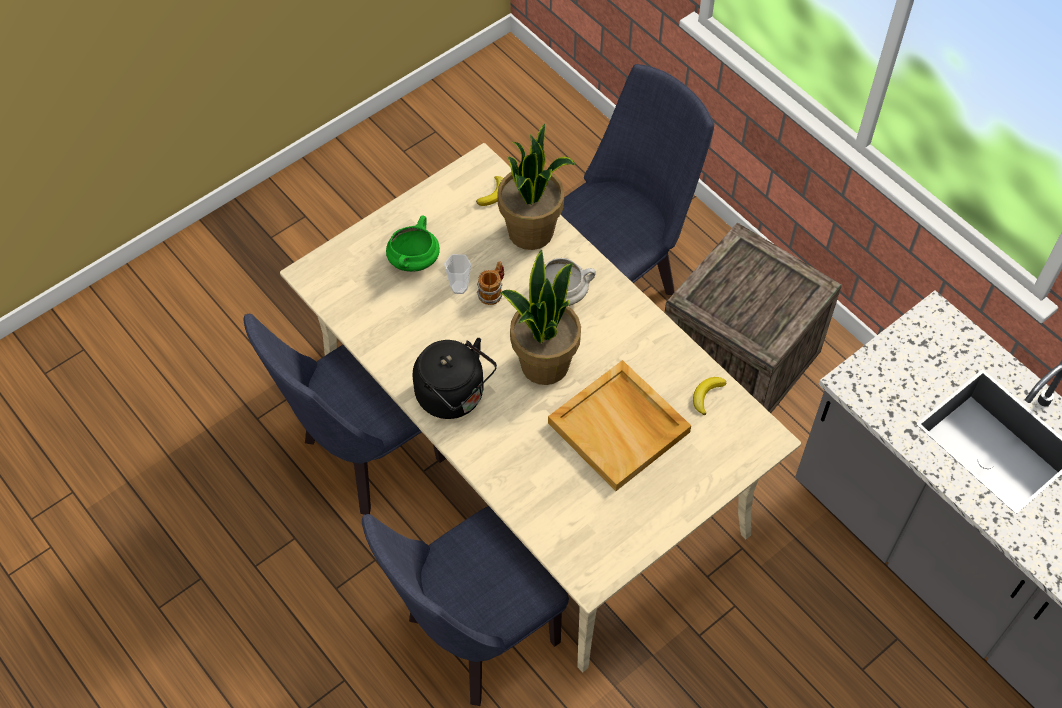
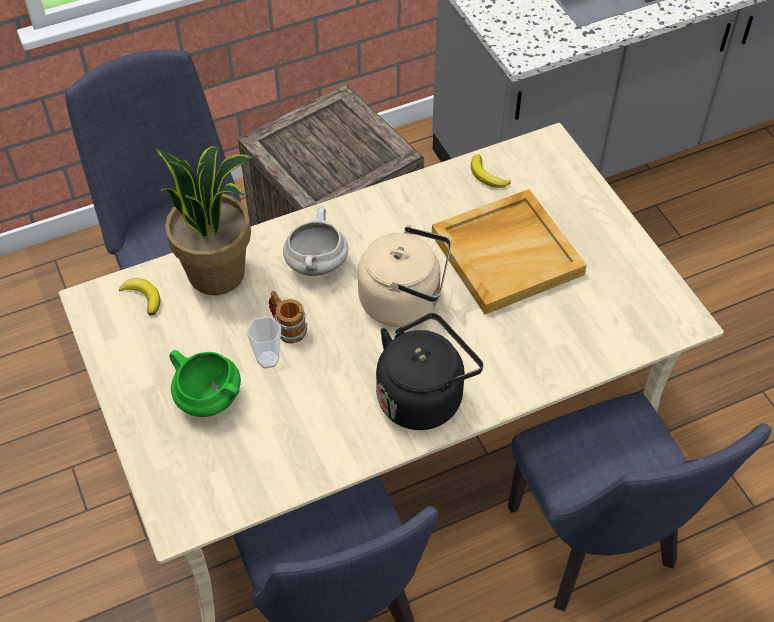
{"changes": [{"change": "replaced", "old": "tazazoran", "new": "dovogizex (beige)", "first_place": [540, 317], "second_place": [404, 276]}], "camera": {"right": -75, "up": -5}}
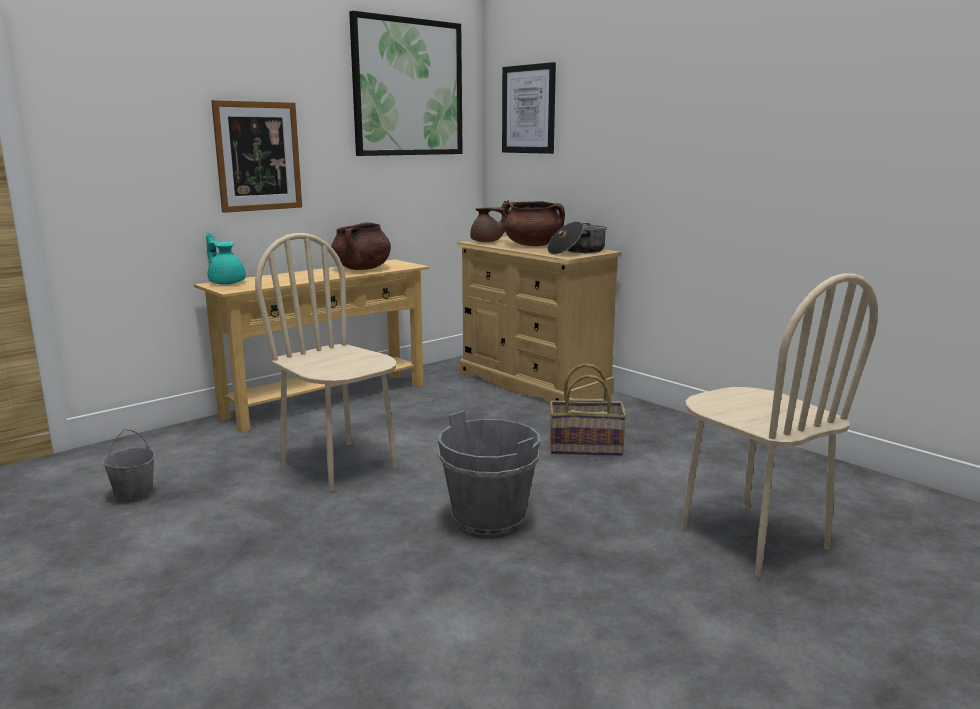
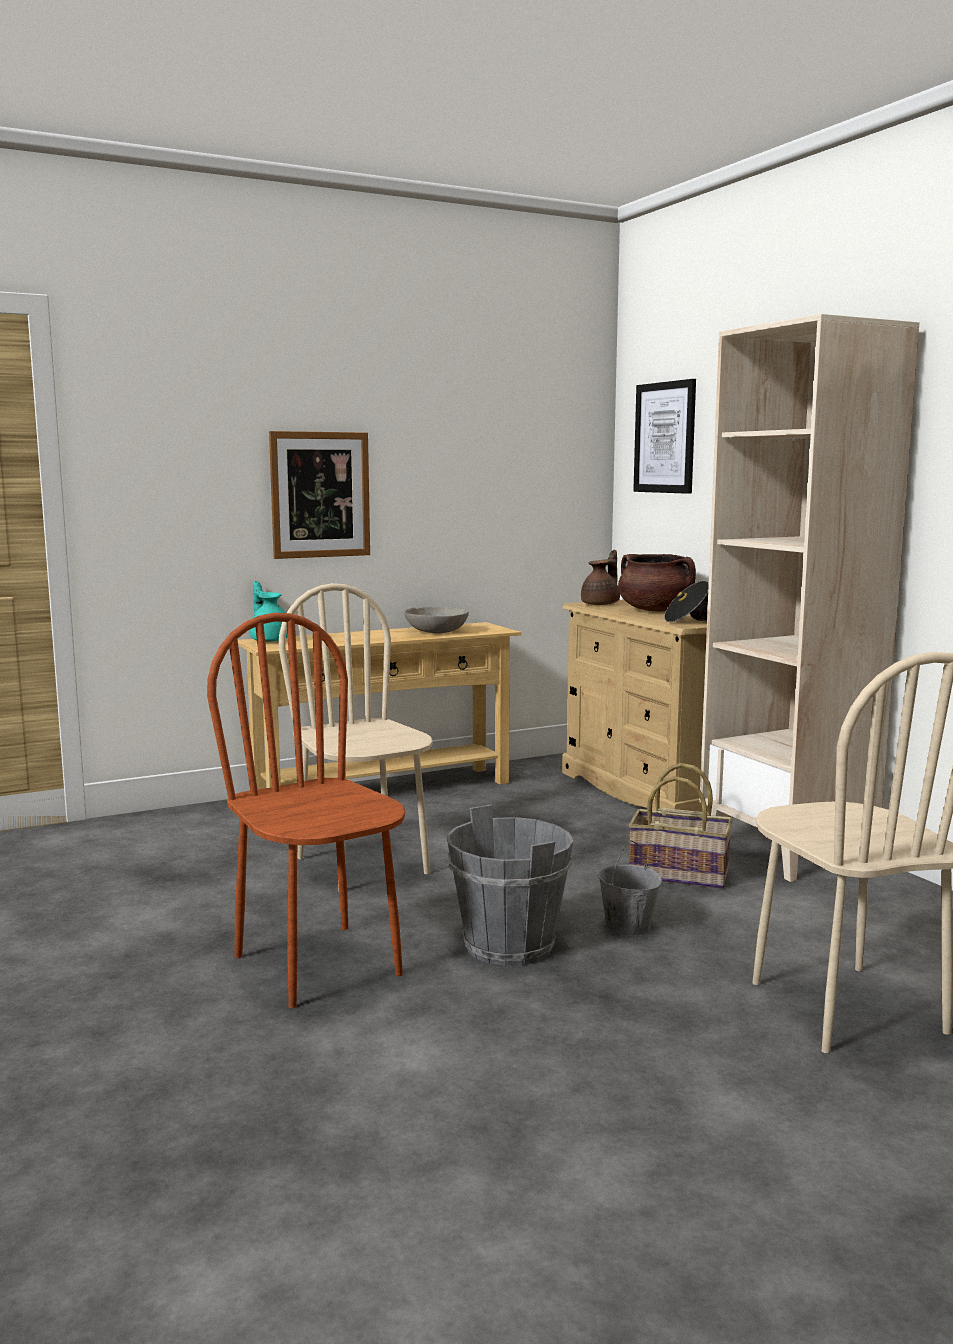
{"changes": [{"change": "removed", "old": "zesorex", "first_place": [406, 83]}, {"change": "added", "new": "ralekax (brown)", "second_place": [306, 810]}, {"change": "added", "new": "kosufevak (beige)", "second_place": [809, 598]}, {"change": "moved", "old": "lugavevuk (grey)", "first_place": [128, 466], "second_place": [630, 888]}, {"change": "replaced", "old": "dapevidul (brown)", "new": "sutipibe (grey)", "first_place": [361, 246], "second_place": [436, 620]}, {"change": "turned", "old": "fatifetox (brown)", "first_place": [489, 221], "second_place": [600, 577], "degrees": -75}], "camera": {"right": 15, "up": -5}}
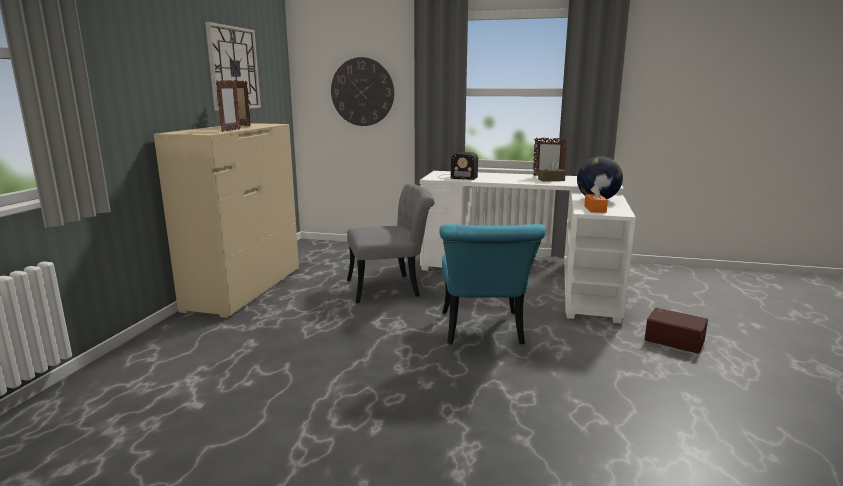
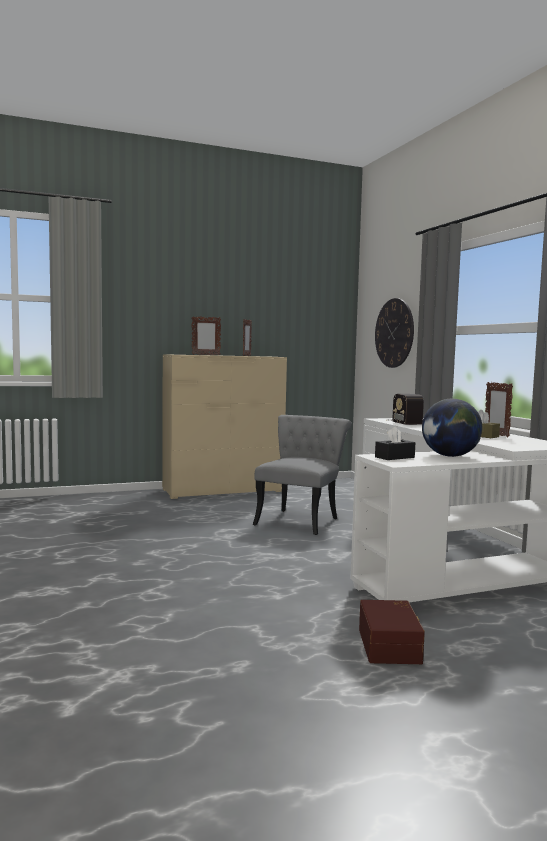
{"changes": [{"change": "removed", "old": "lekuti", "first_place": [233, 66]}, {"change": "removed", "old": "ralekax (turquoise)", "first_place": [492, 284]}, {"change": "recoloured", "old": "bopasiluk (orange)", "new": "bopasiluk (black)", "first_place": [596, 199], "second_place": [395, 443]}, {"change": "turned", "old": "ralekax (grey)", "first_place": [391, 243], "second_place": [302, 475], "degrees": -105}], "camera": {"right": 55, "up": -10}}
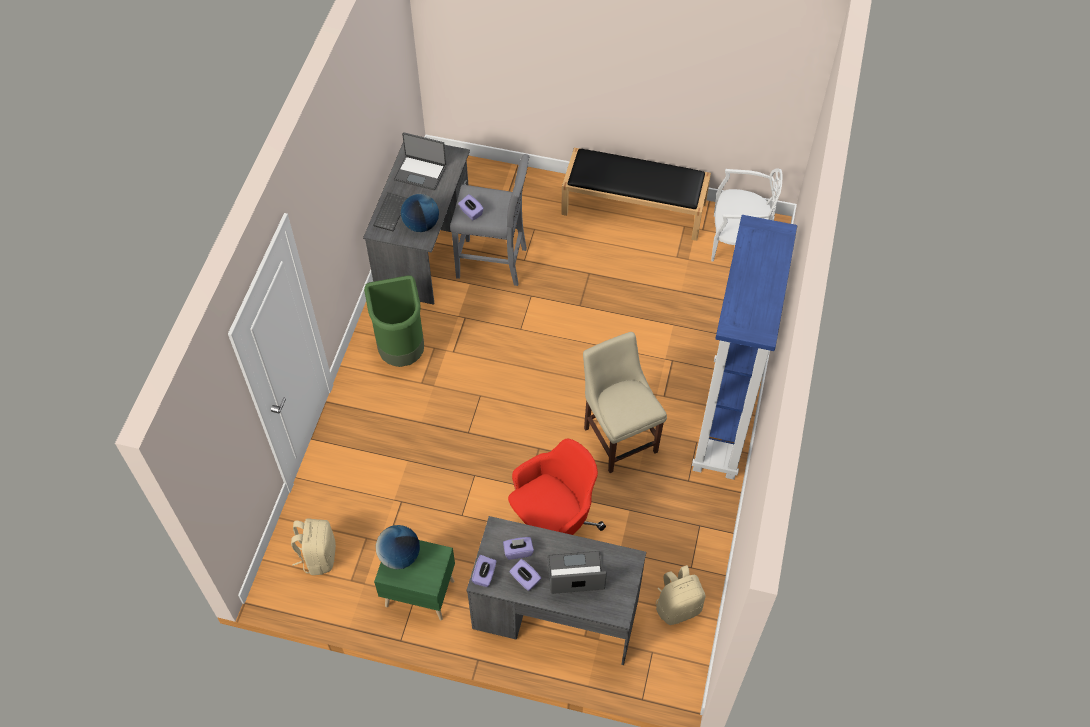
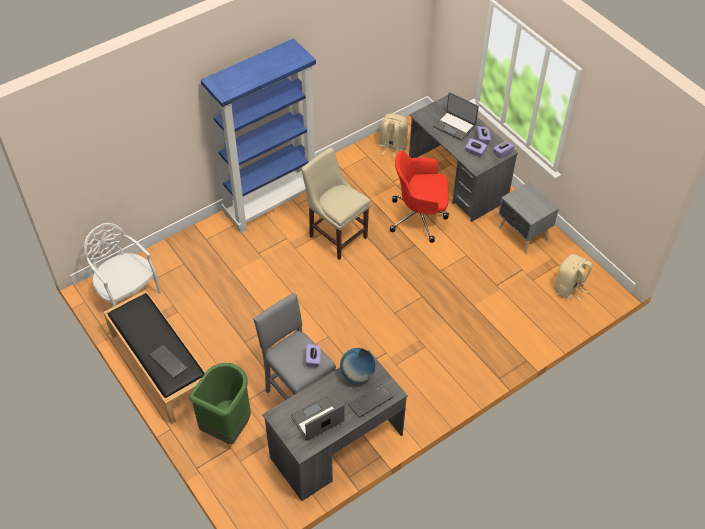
{"changes": [{"change": "removed", "old": "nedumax", "first_place": [398, 547]}, {"change": "added", "new": "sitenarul", "second_place": [168, 362]}, {"change": "moved", "old": "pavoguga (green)", "first_place": [394, 321], "second_place": [220, 403]}, {"change": "recoloured", "old": "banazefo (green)", "new": "banazefo (grey)", "first_place": [414, 580], "second_place": [529, 217]}, {"change": "turned", "old": "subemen", "first_place": [420, 161], "second_place": [317, 418], "degrees": -90}, {"change": "turned", "old": "ralekax (beige)", "first_place": [625, 402], "second_place": [336, 204], "degrees": 120}], "camera": {"right": -140, "up": -5}}
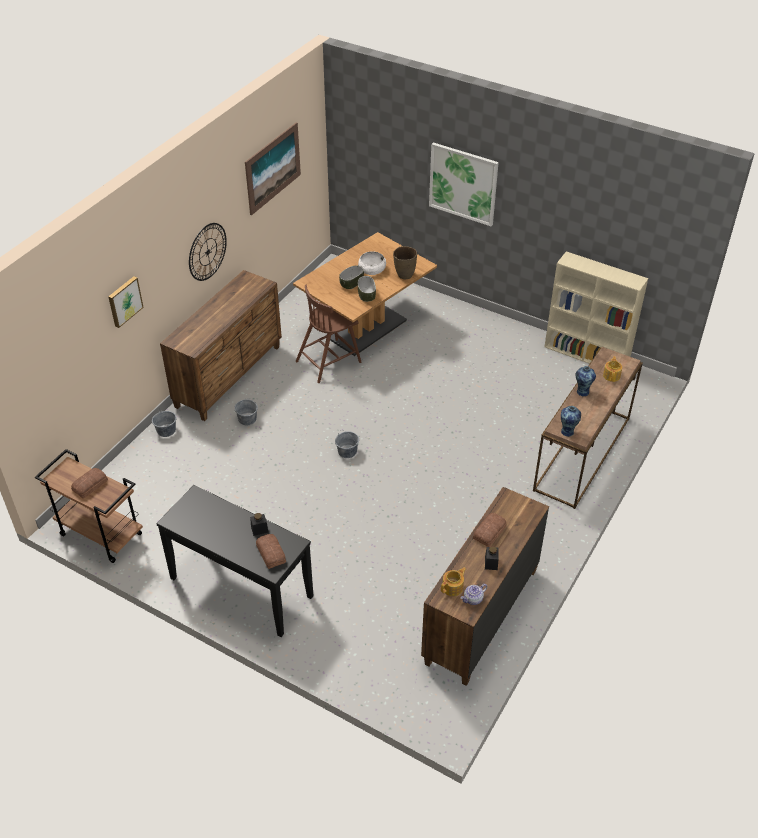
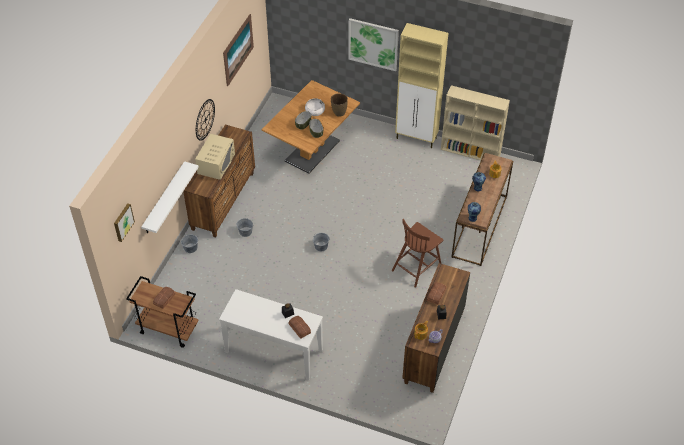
{"changes": [{"change": "added", "new": "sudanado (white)", "second_place": [170, 197]}, {"change": "added", "new": "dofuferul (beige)", "second_place": [215, 156]}, {"change": "added", "new": "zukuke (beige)", "second_place": [421, 85]}, {"change": "moved", "old": "zesorex", "first_place": [126, 302], "second_place": [124, 222]}, {"change": "moved", "old": "ralekax (brown)", "first_place": [328, 334], "second_place": [417, 253]}, {"change": "recoloured", "old": "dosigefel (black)", "new": "dosigefel (white)", "first_place": [235, 561], "second_place": [271, 334]}], "camera": {"right": -10, "up": 5}}
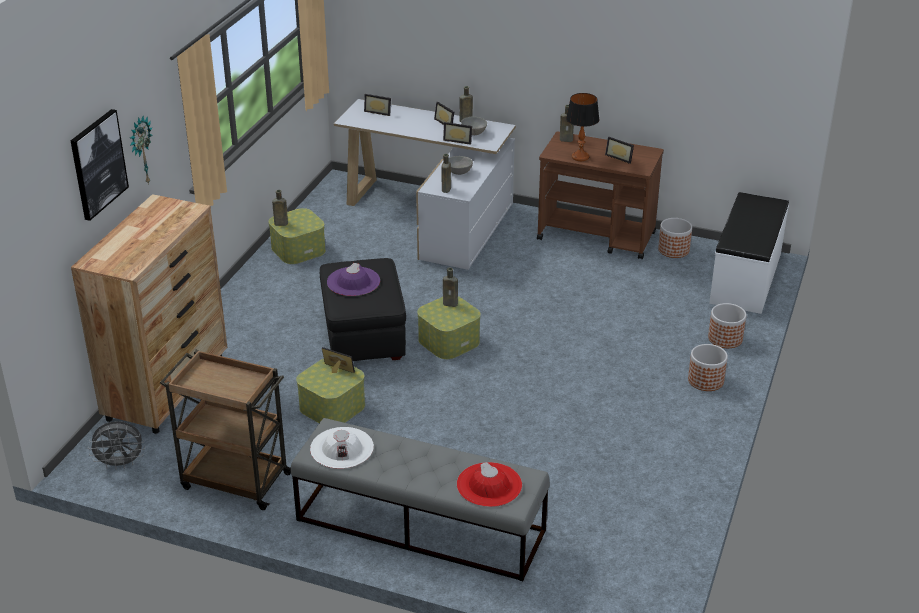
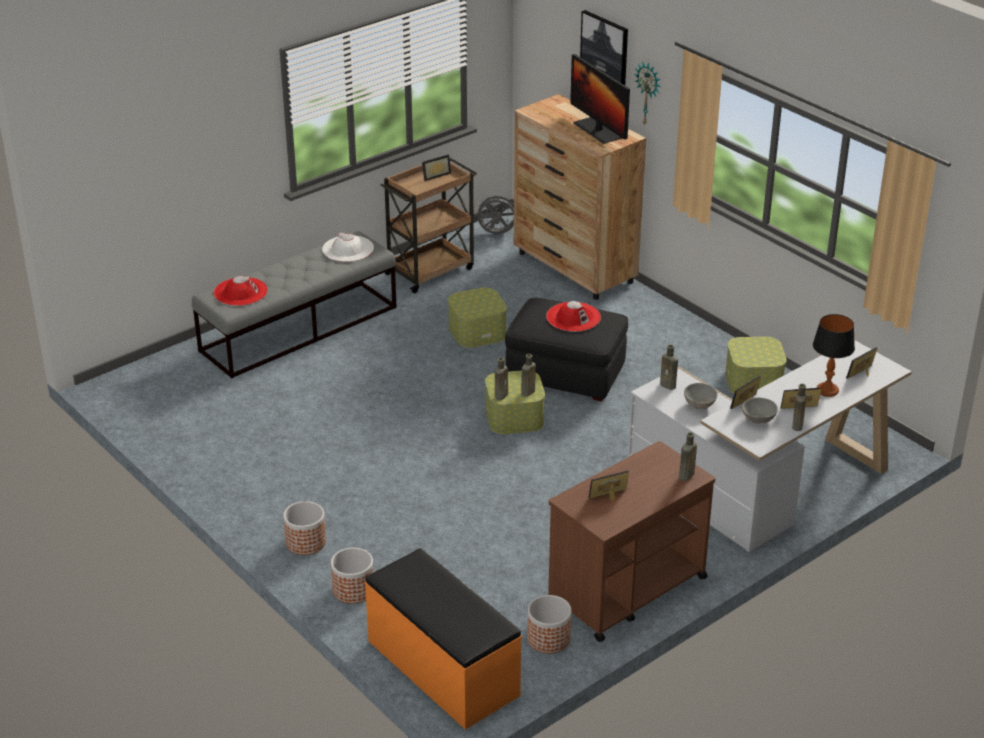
{"changes": [{"change": "added", "new": "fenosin", "second_place": [600, 99]}, {"change": "moved", "old": "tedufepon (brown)", "first_place": [280, 208], "second_place": [501, 378]}, {"change": "moved", "old": "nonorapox", "first_place": [338, 360], "second_place": [436, 167]}, {"change": "moved", "old": "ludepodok", "first_place": [583, 127], "second_place": [834, 355]}, {"change": "recoloured", "old": "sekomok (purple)", "new": "sekomok (red)", "first_place": [353, 279], "second_place": [573, 316]}, {"change": "recoloured", "old": "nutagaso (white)", "new": "nutagaso (orange)", "first_place": [749, 253], "second_place": [443, 639]}, {"change": "turned", "old": "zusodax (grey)", "first_place": [116, 445], "second_place": [495, 213], "degrees": 75}], "camera": {"right": 120, "up": 0}}
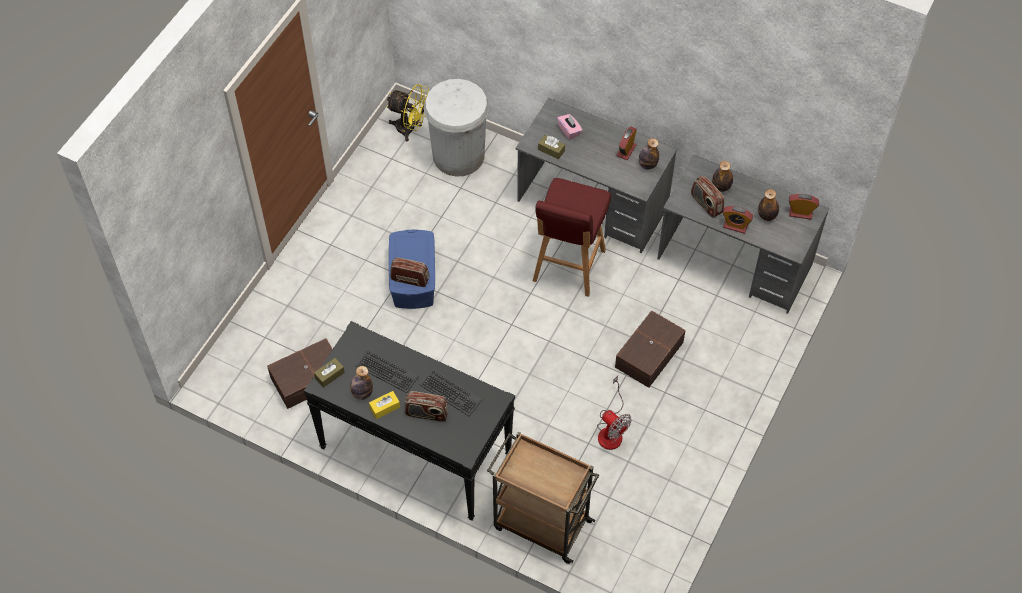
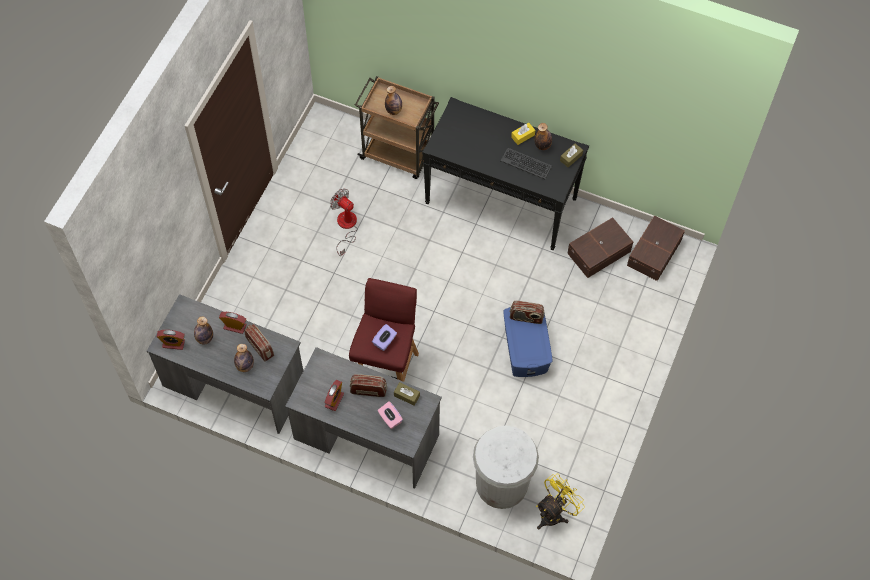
{"changes": [{"change": "removed", "old": "sitenarul", "first_place": [451, 392]}, {"change": "added", "new": "bopasiluk (purple)", "second_place": [384, 337]}, {"change": "moved", "old": "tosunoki", "first_place": [427, 406], "second_place": [368, 385]}, {"change": "moved", "old": "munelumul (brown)", "first_place": [650, 349], "second_place": [656, 248]}, {"change": "moved", "old": "tedufepon", "first_place": [649, 154], "second_place": [393, 100]}, {"change": "turned", "old": "zusodax (yellow)", "first_place": [407, 112], "second_place": [560, 502], "degrees": 120}], "camera": {"right": 175, "up": 5}}
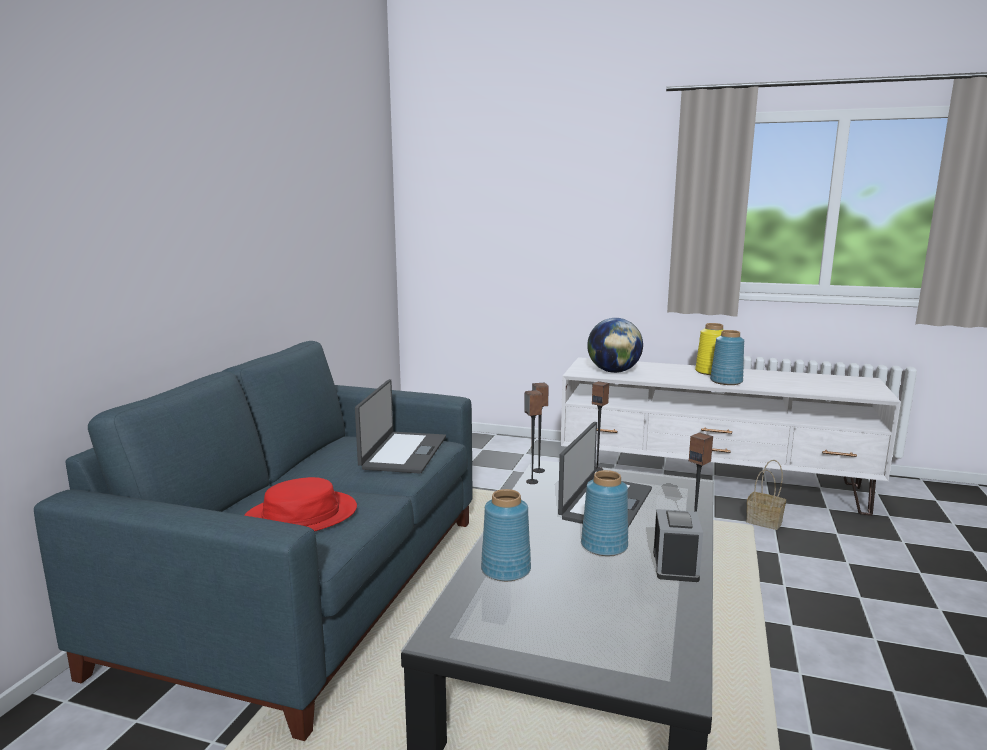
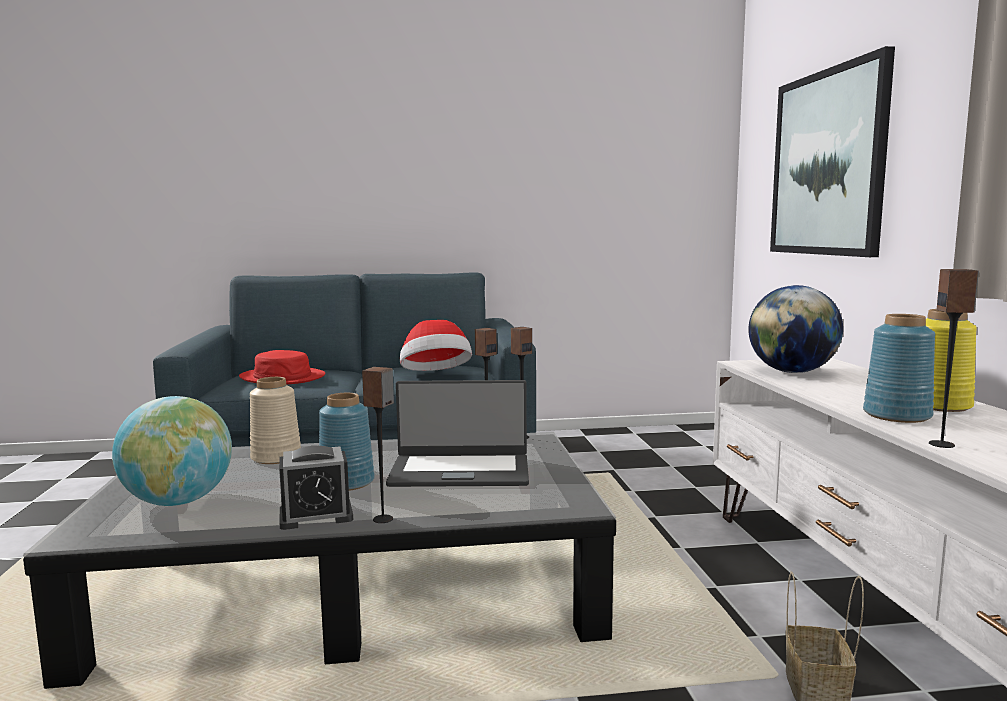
{"changes": [{"change": "added", "new": "nedumax", "second_place": [172, 451]}, {"change": "added", "new": "zesorex", "second_place": [832, 151]}, {"change": "moved", "old": "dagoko", "first_place": [600, 426], "second_place": [954, 358]}, {"change": "replaced", "old": "subemen", "new": "sekomok", "first_place": [400, 426], "second_place": [436, 345]}, {"change": "recoloured", "old": "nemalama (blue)", "new": "nemalama (beige)", "first_place": [506, 535], "second_place": [275, 420]}], "camera": {"right": 65, "up": -5}}
